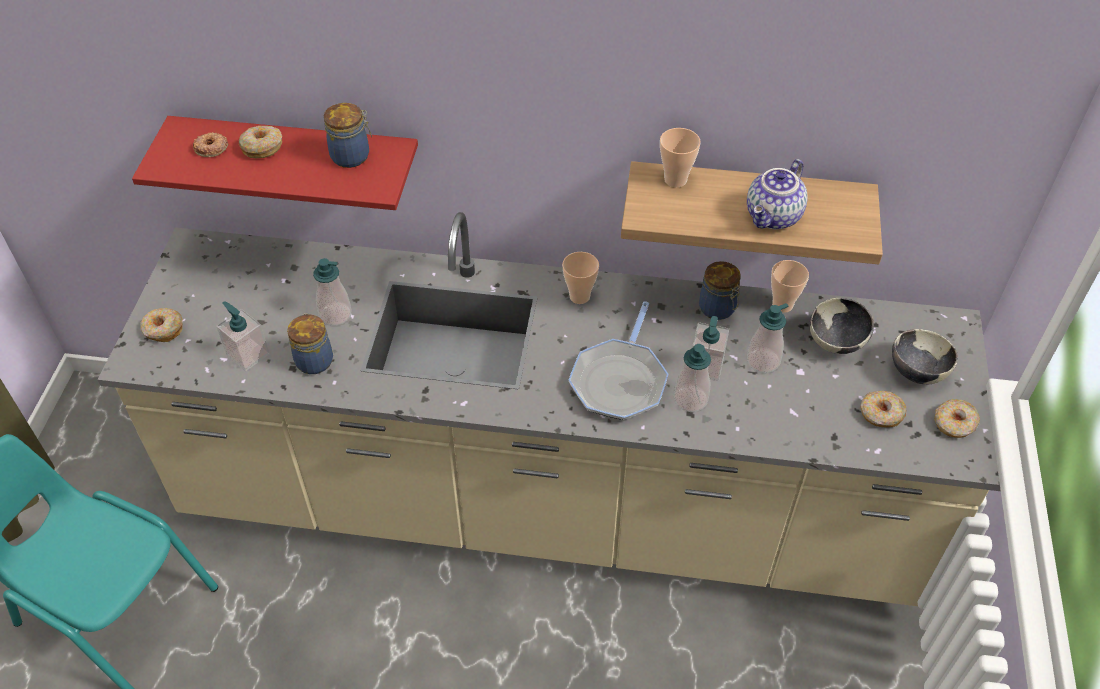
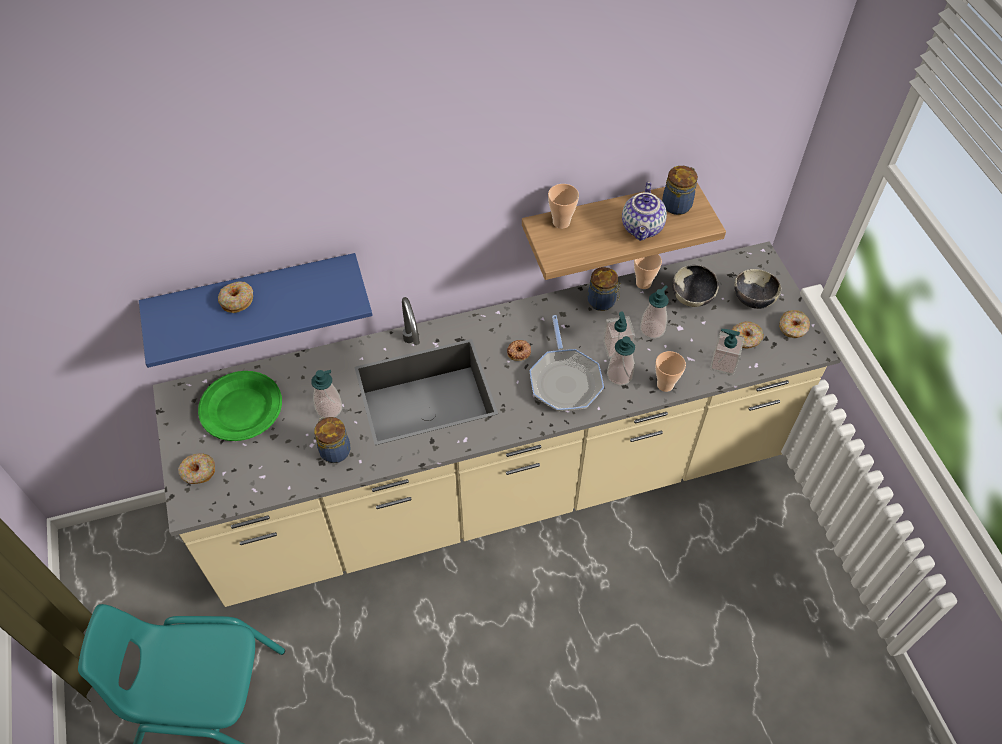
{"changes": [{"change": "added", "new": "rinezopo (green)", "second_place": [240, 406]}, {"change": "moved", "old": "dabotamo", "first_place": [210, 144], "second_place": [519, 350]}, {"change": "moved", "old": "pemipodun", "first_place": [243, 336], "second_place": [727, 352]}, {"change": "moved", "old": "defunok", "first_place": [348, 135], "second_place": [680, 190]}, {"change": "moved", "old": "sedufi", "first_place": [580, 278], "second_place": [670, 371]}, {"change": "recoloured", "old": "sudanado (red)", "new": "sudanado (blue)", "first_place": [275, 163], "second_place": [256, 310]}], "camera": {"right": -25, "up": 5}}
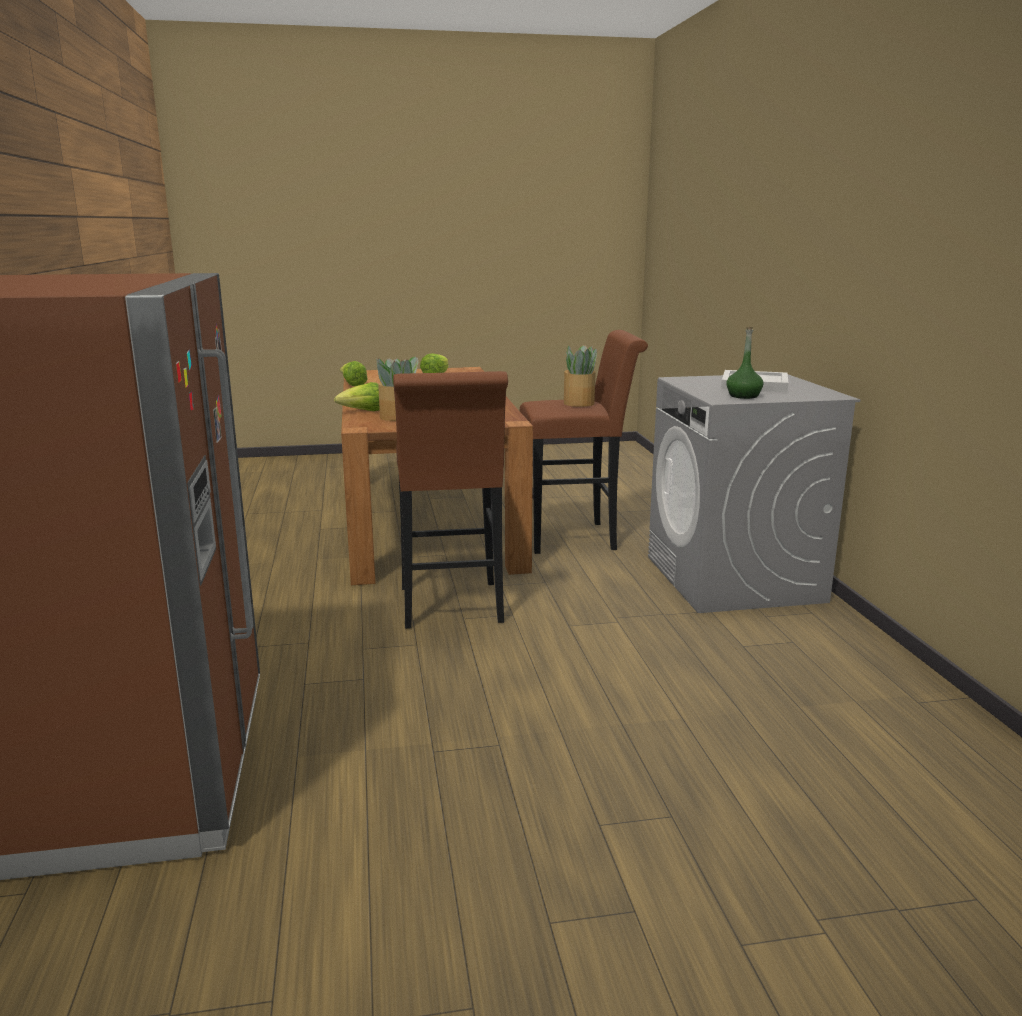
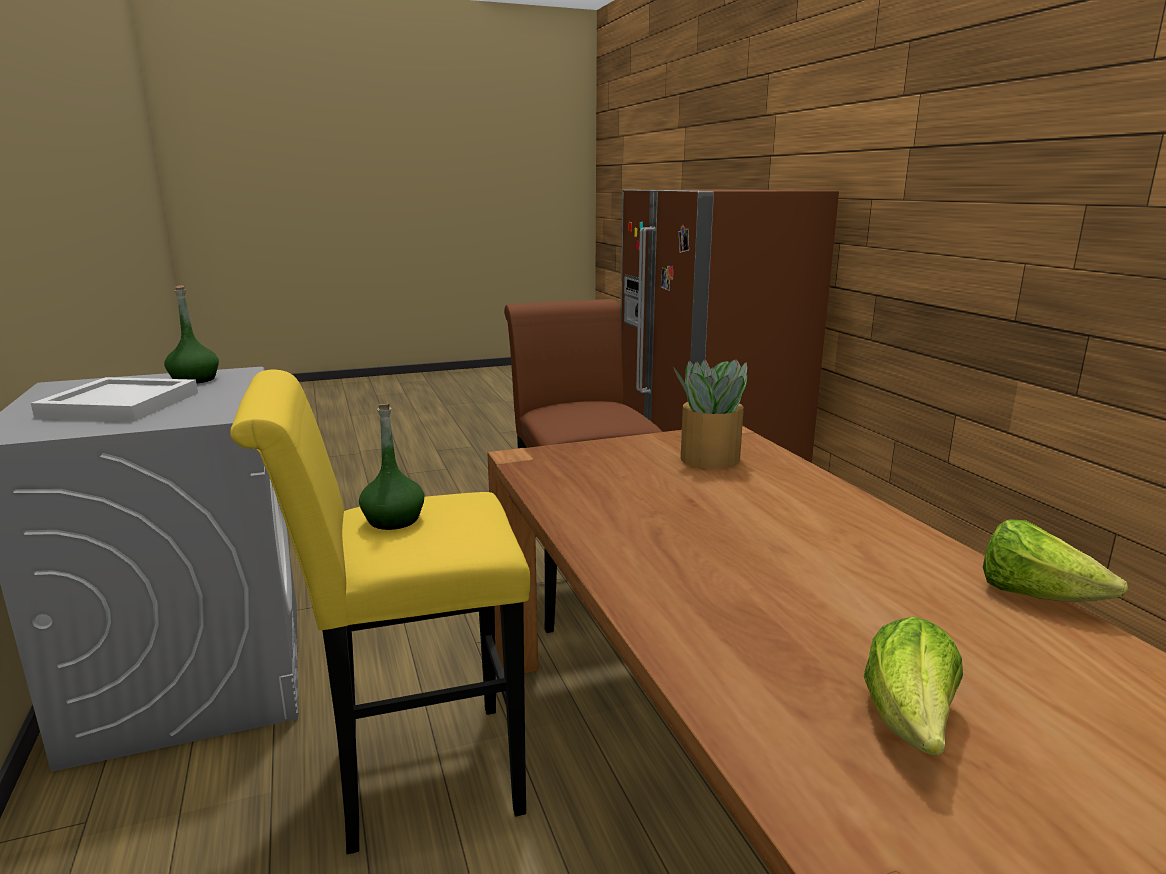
{"changes": [{"change": "removed", "old": "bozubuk", "first_place": [357, 396]}, {"change": "replaced", "old": "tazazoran", "new": "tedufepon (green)", "first_place": [580, 376], "second_place": [392, 467]}, {"change": "recoloured", "old": "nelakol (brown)", "new": "nelakol (yellow)", "first_place": [584, 442], "second_place": [380, 612]}], "camera": {"right": 170, "up": 0}}
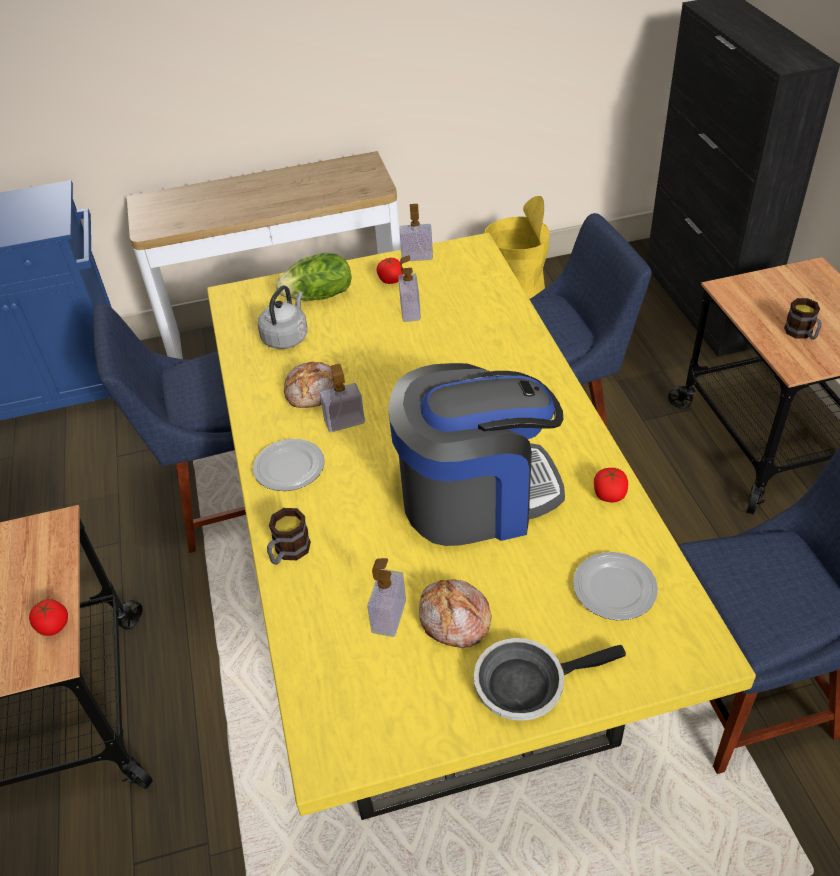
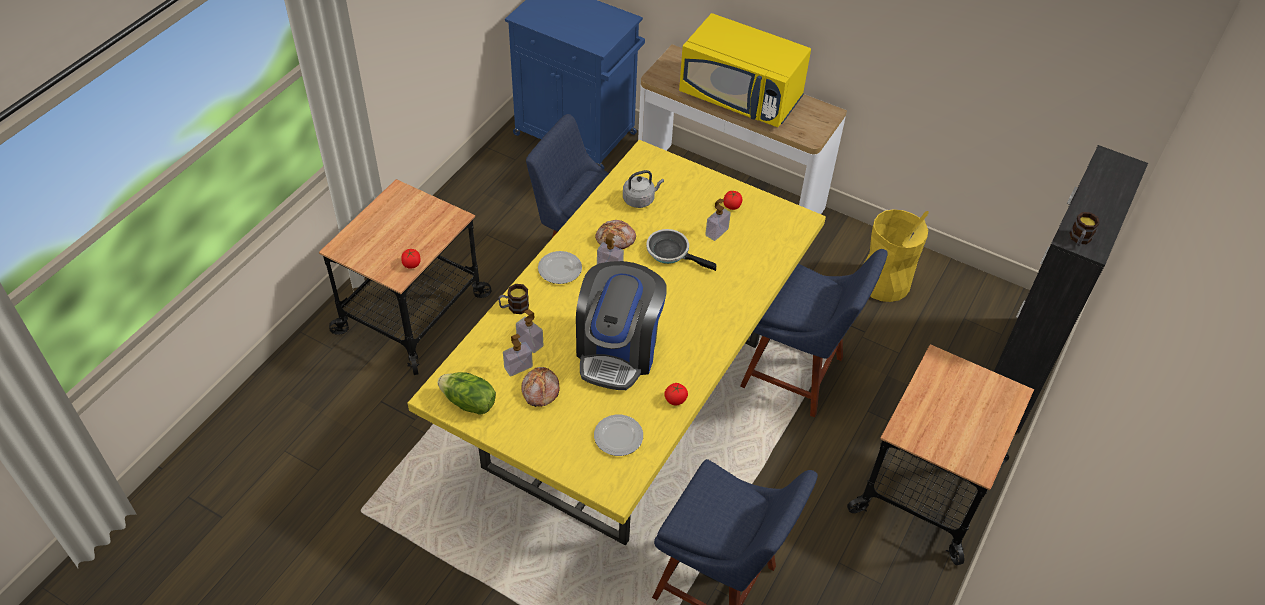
{"changes": [{"change": "added", "new": "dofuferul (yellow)", "second_place": [745, 70]}, {"change": "moved", "old": "bozubuk", "first_place": [313, 276], "second_place": [467, 393]}, {"change": "moved", "old": "pemipodun", "first_place": [416, 232], "second_place": [529, 331]}, {"change": "moved", "old": "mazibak", "first_place": [550, 679], "second_place": [681, 250]}, {"change": "moved", "old": "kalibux", "first_place": [803, 319], "second_place": [1085, 229]}, {"change": "turned", "old": "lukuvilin", "first_place": [476, 454], "second_place": [621, 325], "degrees": 75}], "camera": {"right": 40, "up": 5}}
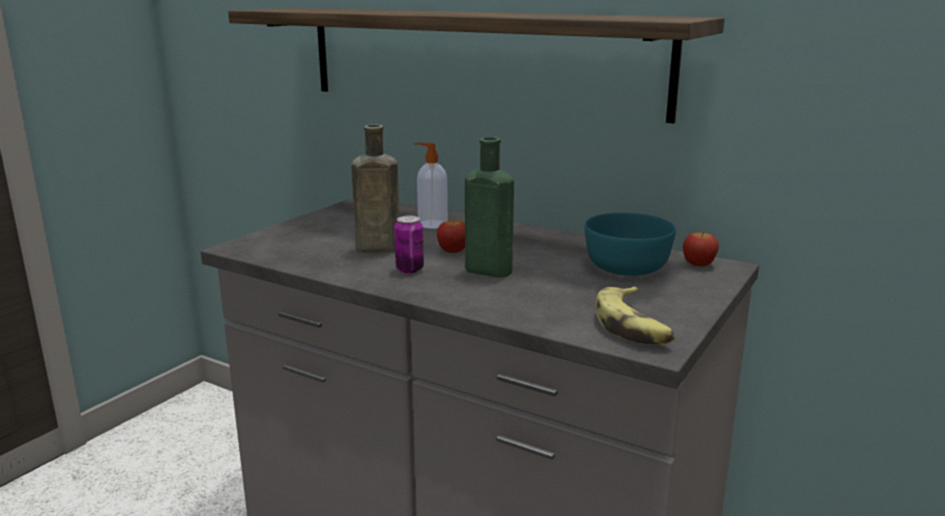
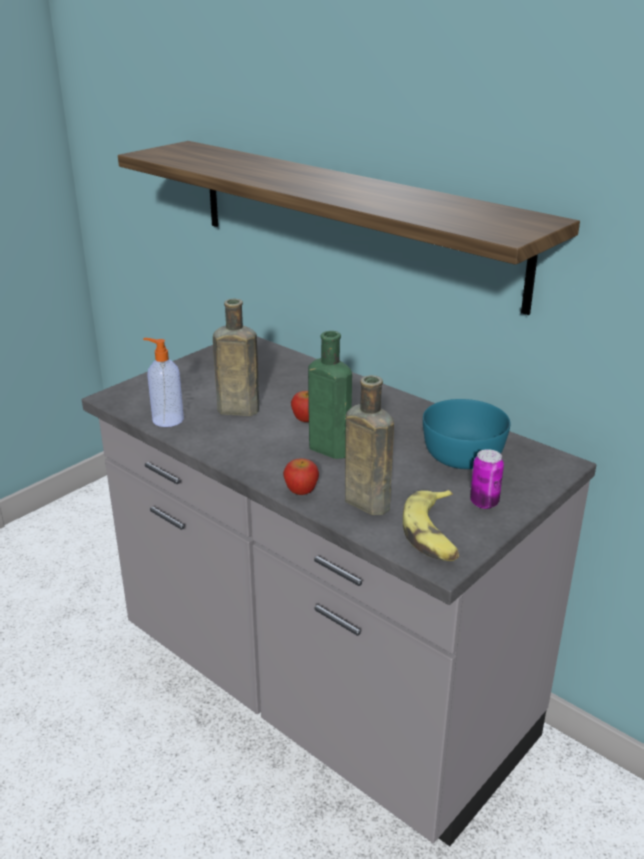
{"changes": [{"change": "added", "new": "tedufepon (brown)", "second_place": [369, 445]}, {"change": "moved", "old": "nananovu", "first_place": [409, 244], "second_place": [487, 479]}, {"change": "moved", "old": "pemipodun", "first_place": [431, 185], "second_place": [163, 382]}, {"change": "moved", "old": "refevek", "first_place": [701, 249], "second_place": [301, 476]}], "camera": {"right": 10, "up": 10}}
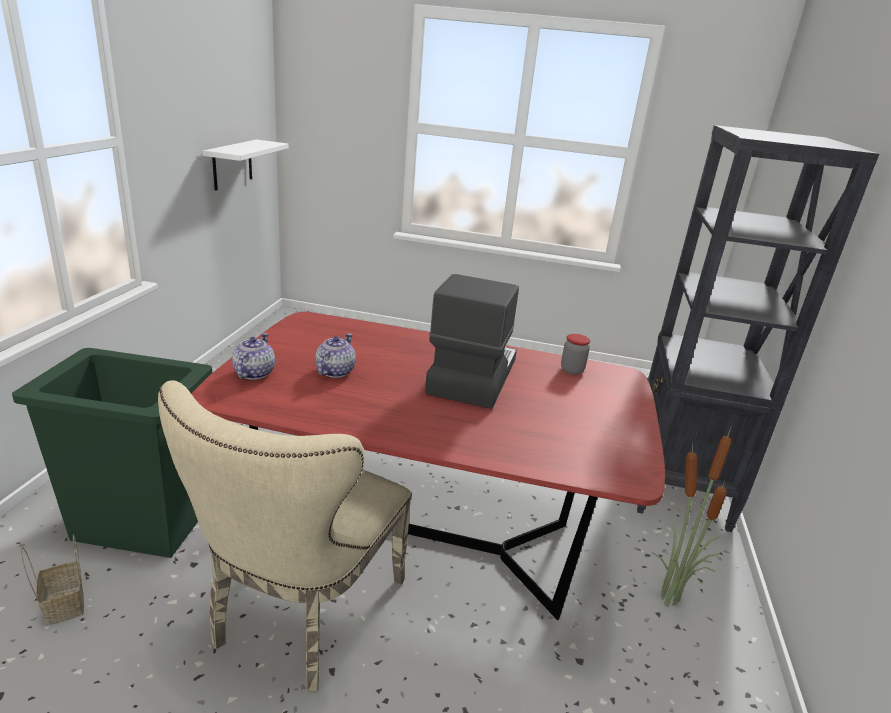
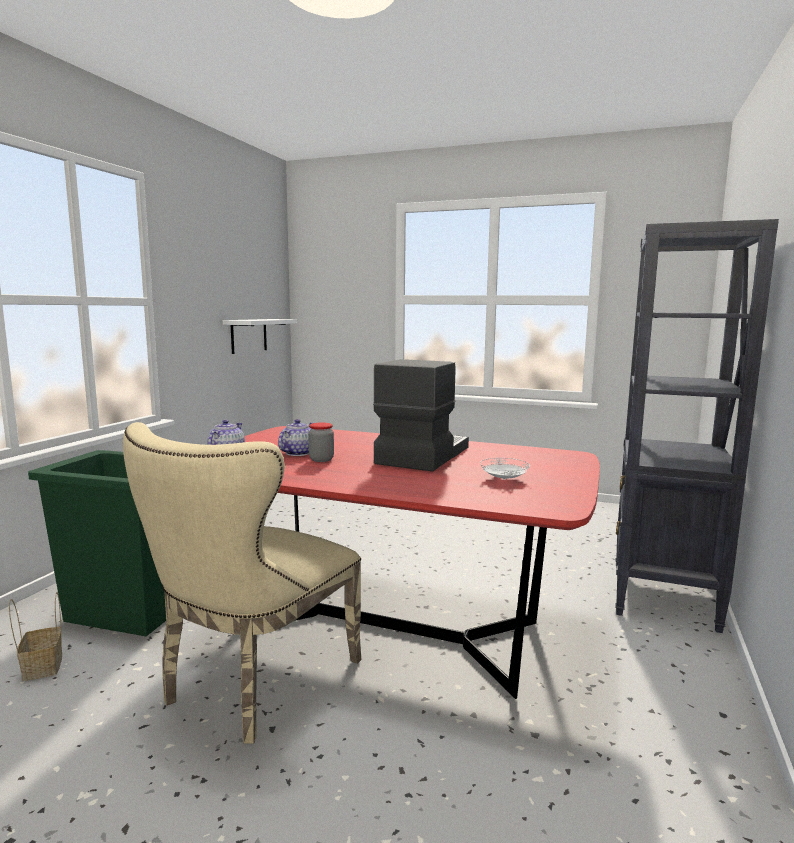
{"changes": [{"change": "removed", "old": "tazazoran", "first_place": [692, 516]}, {"change": "added", "new": "rinezopo (white)", "second_place": [505, 469]}, {"change": "moved", "old": "defunok", "first_place": [575, 354], "second_place": [321, 442]}], "camera": {"right": 10, "up": -15}}
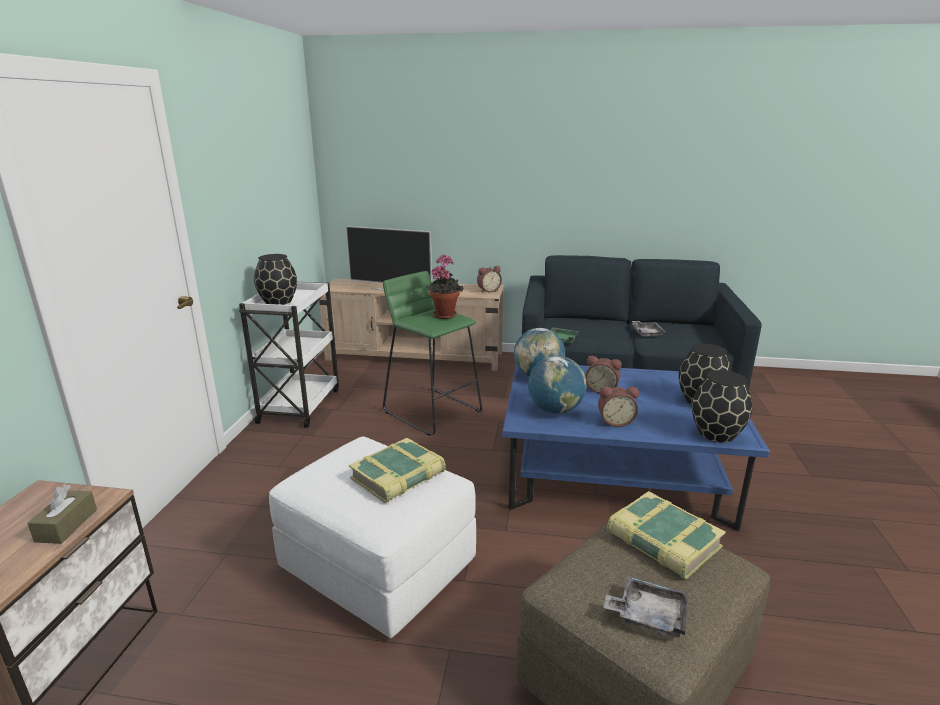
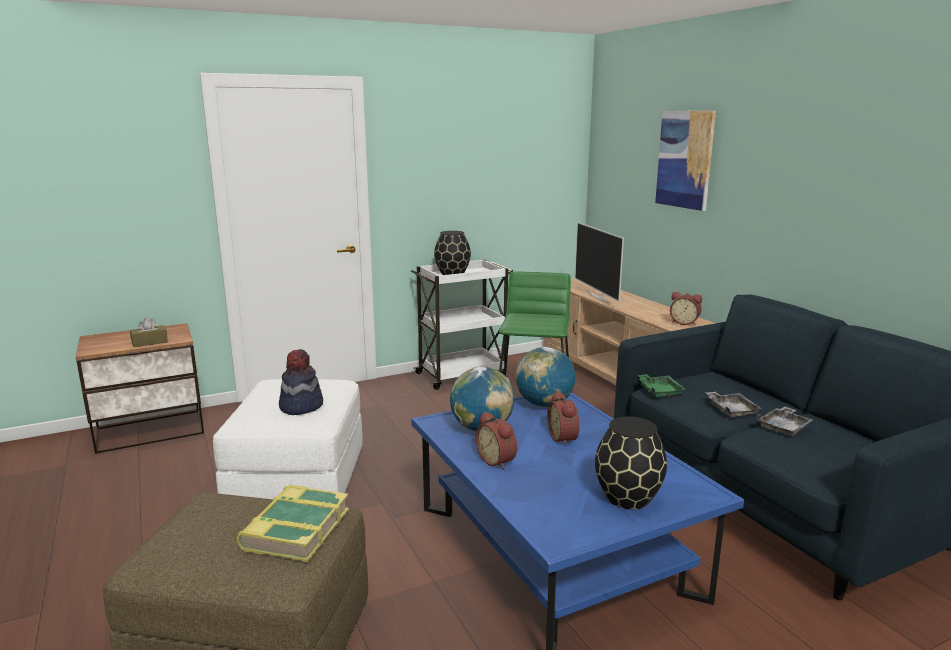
{"changes": [{"change": "removed", "old": "tazazoran", "first_place": [445, 287]}, {"change": "removed", "old": "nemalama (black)", "first_place": [722, 406]}, {"change": "added", "new": "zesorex", "second_place": [685, 161]}, {"change": "moved", "old": "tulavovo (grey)", "first_place": [645, 606], "second_place": [733, 404]}, {"change": "replaced", "old": "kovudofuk", "new": "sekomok", "first_place": [397, 470], "second_place": [301, 382]}], "camera": {"right": 55, "up": -5}}
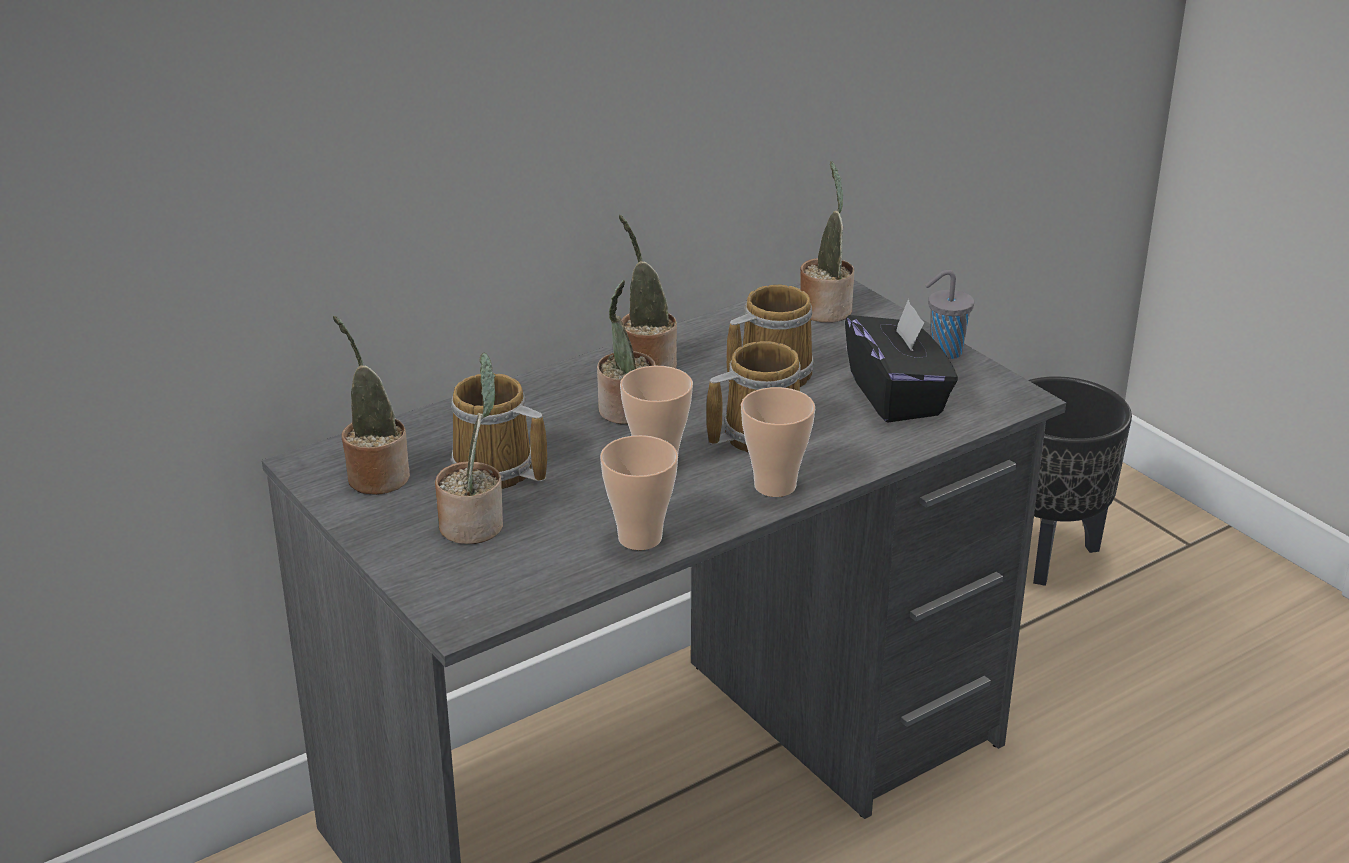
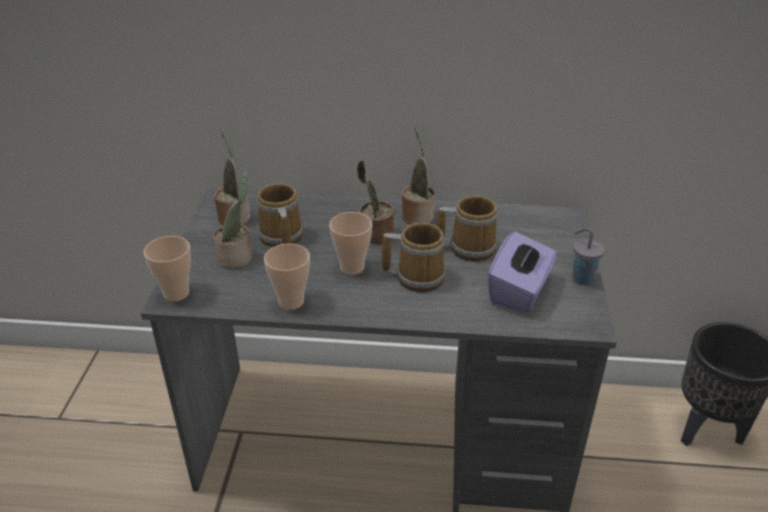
{"changes": [{"change": "removed", "old": "tazazoran", "first_place": [827, 242]}, {"change": "moved", "old": "sedufi", "first_place": [778, 442], "second_place": [167, 268]}, {"change": "recoloured", "old": "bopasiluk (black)", "new": "bopasiluk (purple)", "first_place": [901, 361], "second_place": [522, 272]}], "camera": {"right": 40, "up": 5}}
